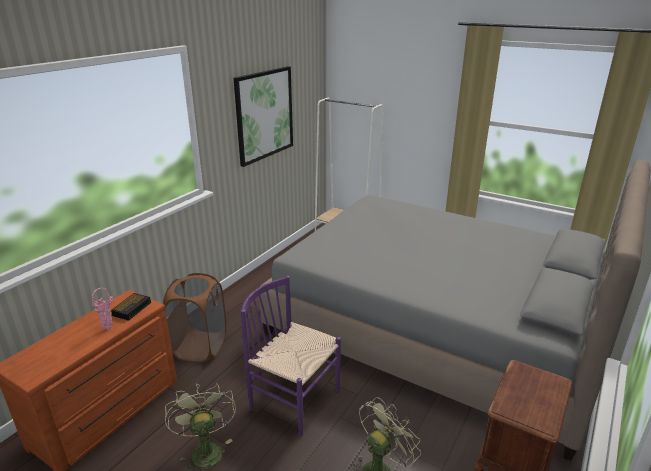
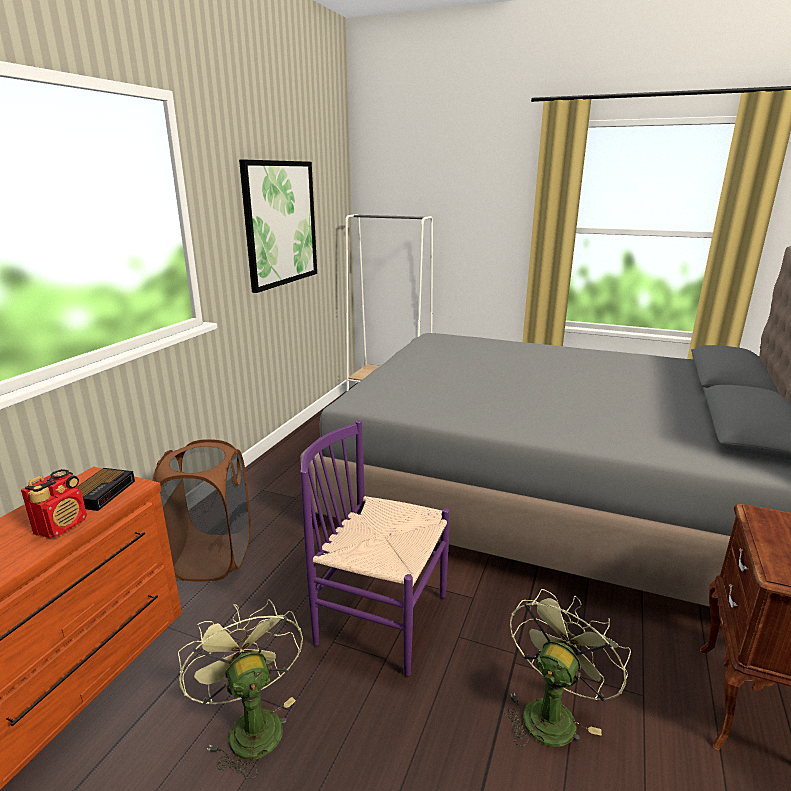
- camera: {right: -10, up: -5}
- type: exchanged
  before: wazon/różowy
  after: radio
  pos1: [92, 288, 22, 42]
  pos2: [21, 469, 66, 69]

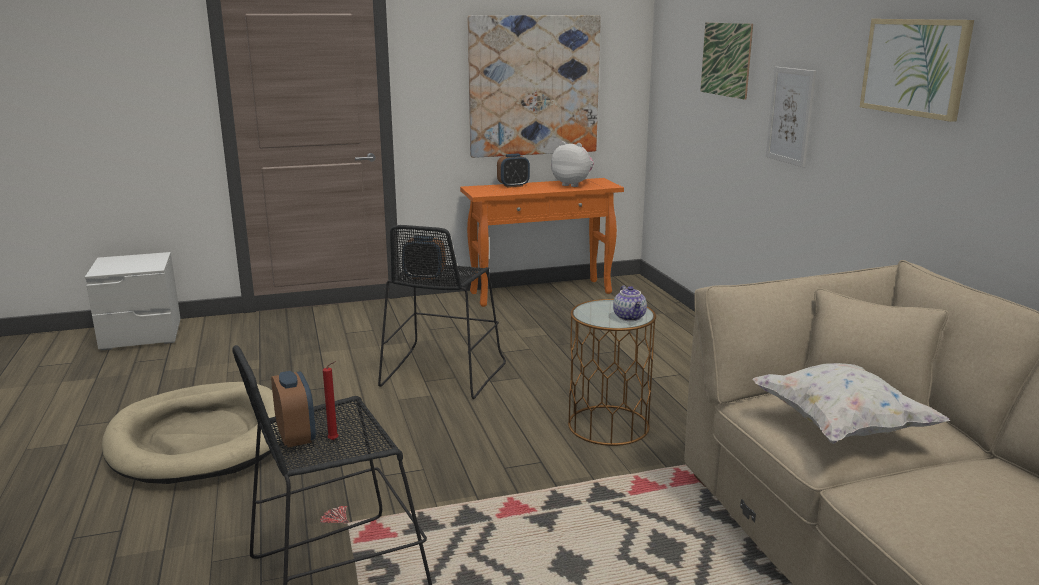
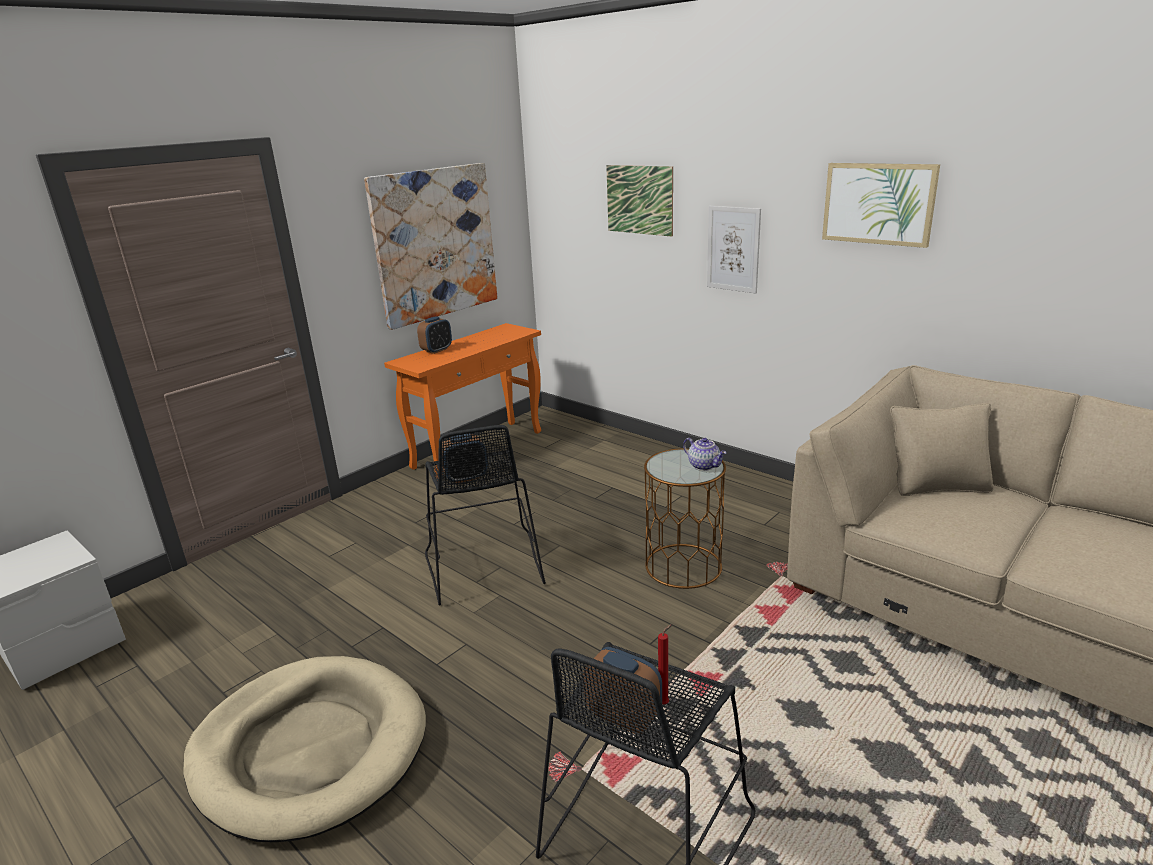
- camera: {right: -30, up: 5}
- type: missing
  before: pluszak
  pos1: [551, 141, 43, 46]
- type: missing
  before: poduszka/biały
  pos1: [752, 363, 199, 81]

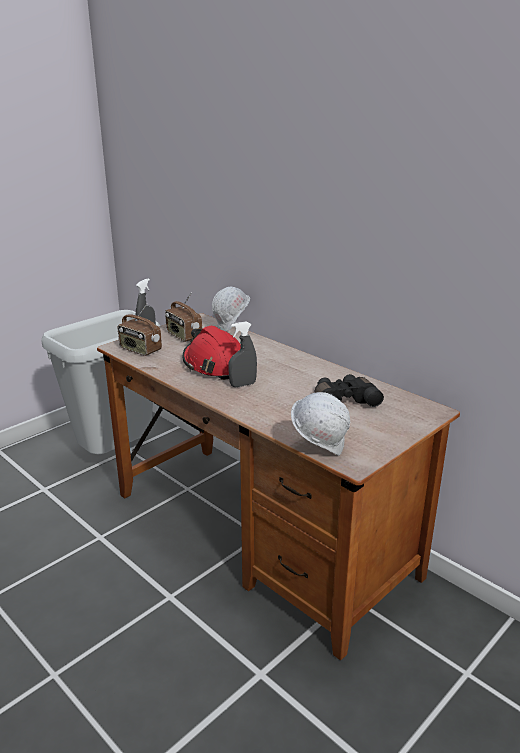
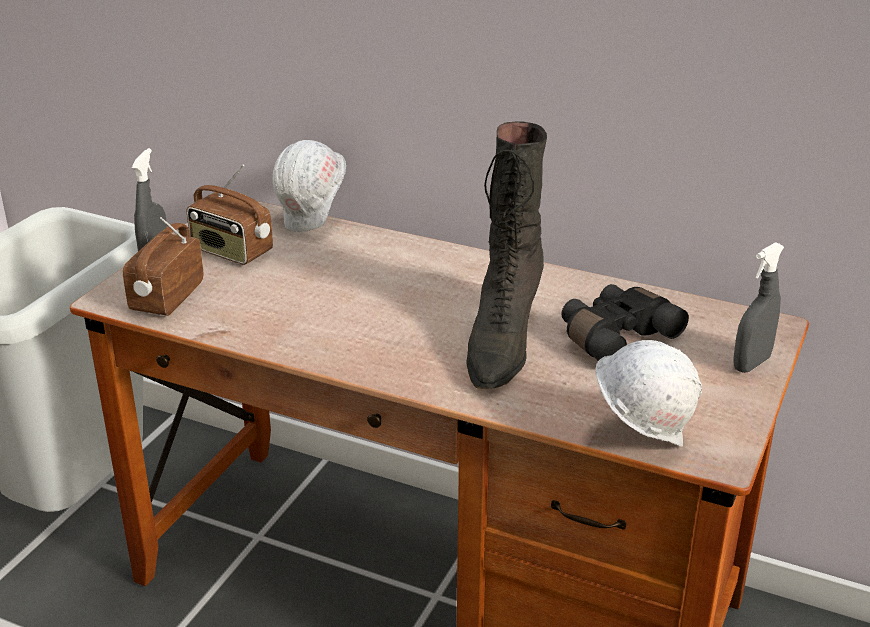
- camera: {right: -20, up: 5}
- type: spun
  before: radio
  pos1: [118, 304, 44, 52]
  pos2: [123, 217, 80, 99]
  turn: 90
- type: relocated
  before: spryskiwacz/szary
  pos1: [228, 321, 29, 66]
  pos2: [733, 242, 51, 131]
- type: missing
  before: kask/czerwony
  pos1: [182, 326, 59, 54]
- type: appeared
  after: but z cholewką/czarny
  pos2: [466, 121, 81, 268]

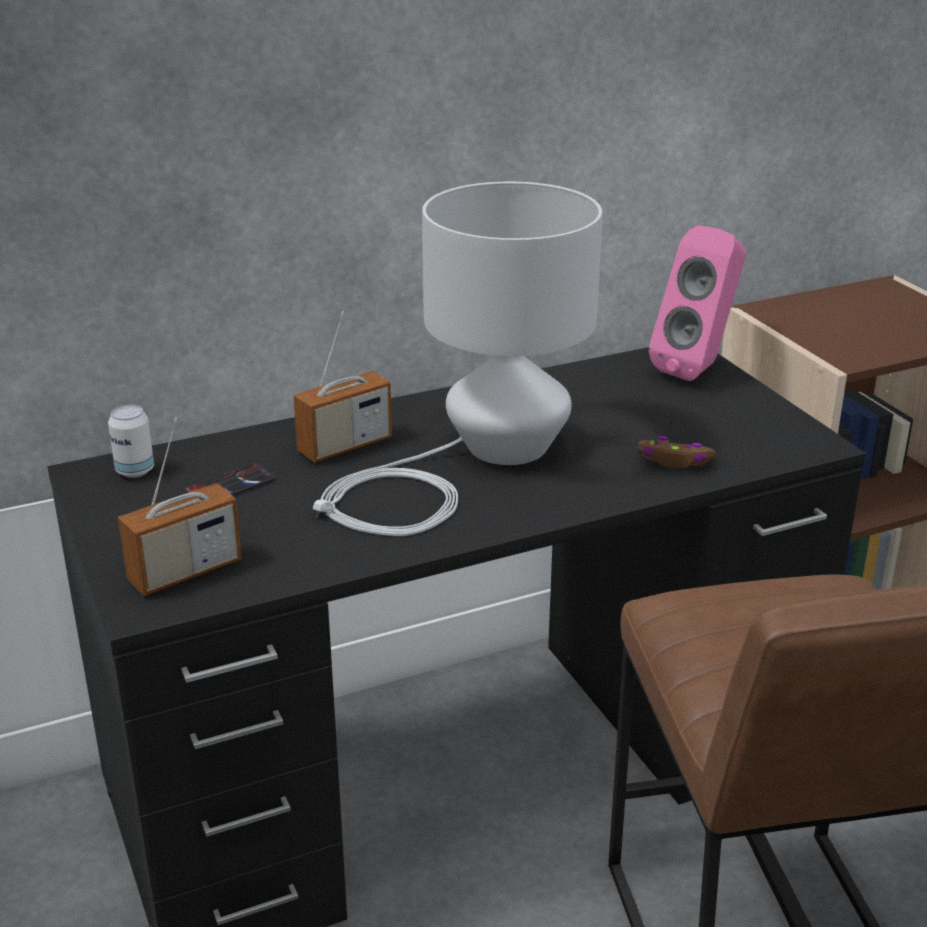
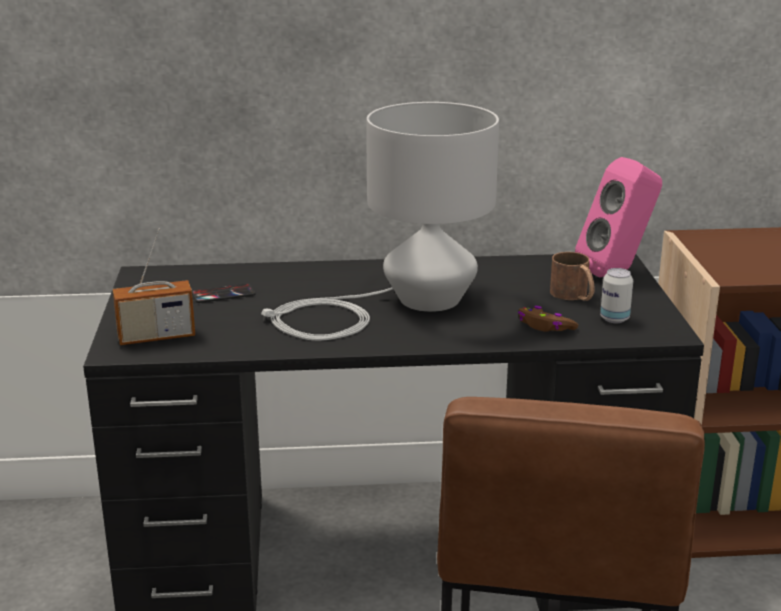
- camera: {right: 20, up: -5}
- type: missing
  before: radio
  pos1: [293, 311, 99, 152]
- type: relocated
  before: puszka
  pos1: [108, 405, 46, 73]
  pos2: [600, 268, 33, 55]
- type: appeared
  after: kubek/brązowy
  pos2: [550, 252, 45, 49]

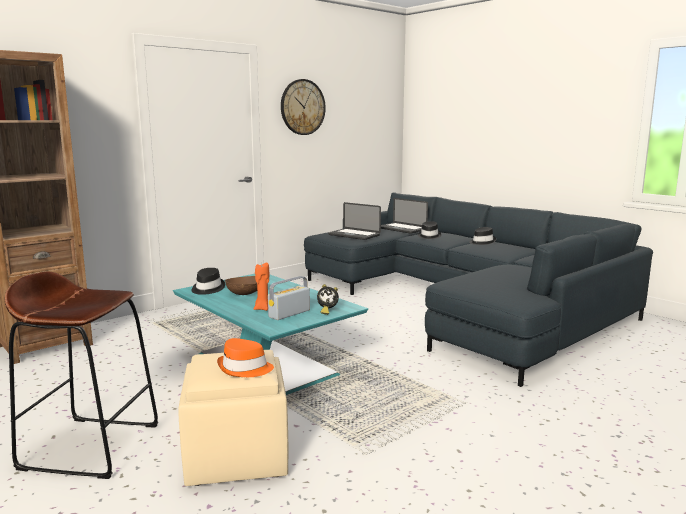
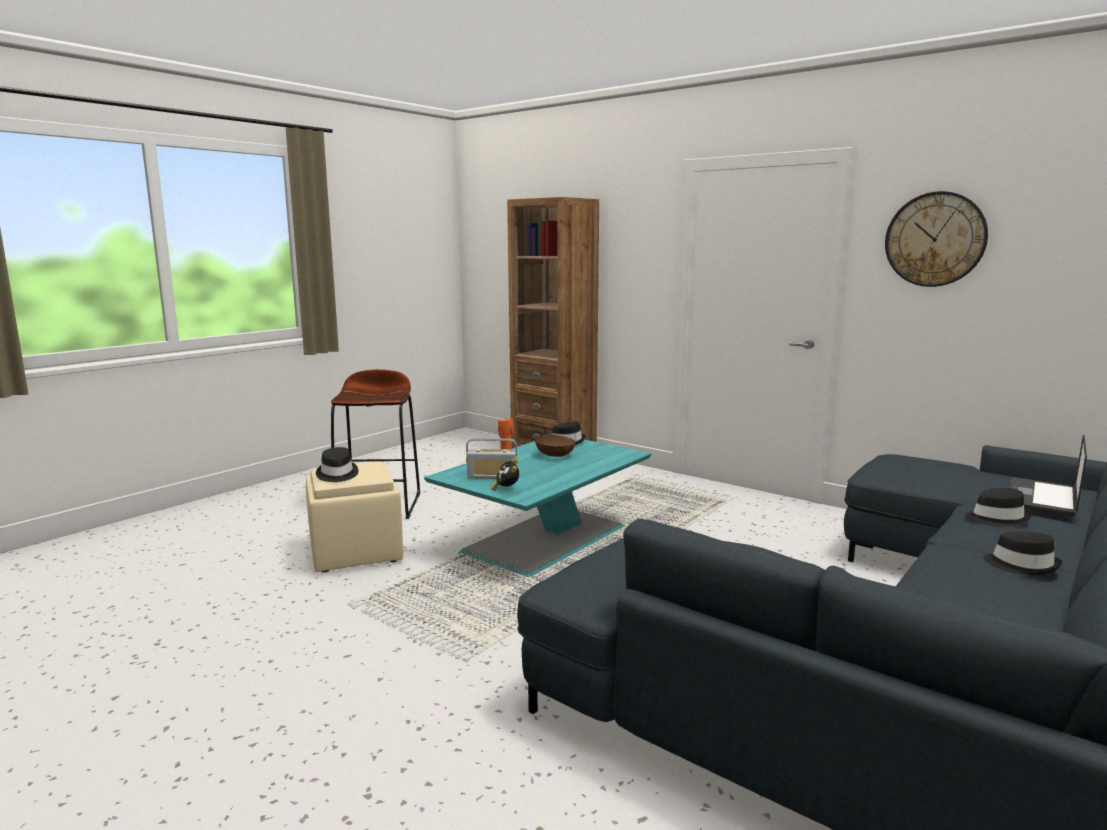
- camera: {right: 80, up: 0}
- type: missing
  before: laptop
  pos1: [328, 202, 53, 38]
- type: spun
  before: radio
  pos1: [268, 276, 42, 44]
  pos2: [466, 438, 52, 41]
  turn: 150
- type: colour
  before: kapelusz/pomarańczowy
  after: kapelusz/czarny
  pos1: [217, 338, 57, 39]
  pos2: [316, 447, 42, 35]

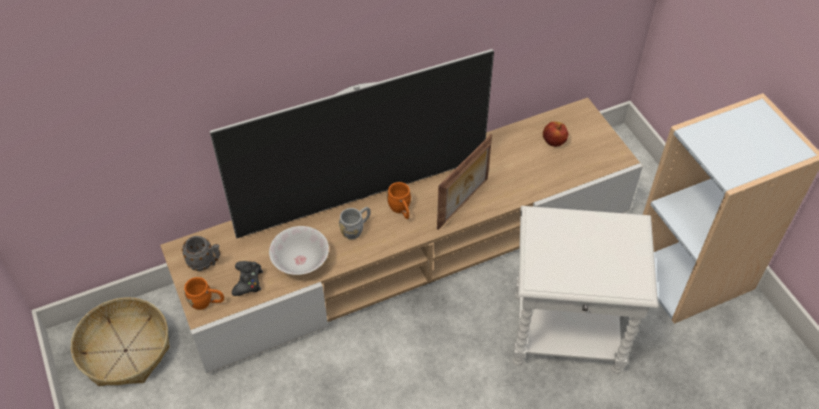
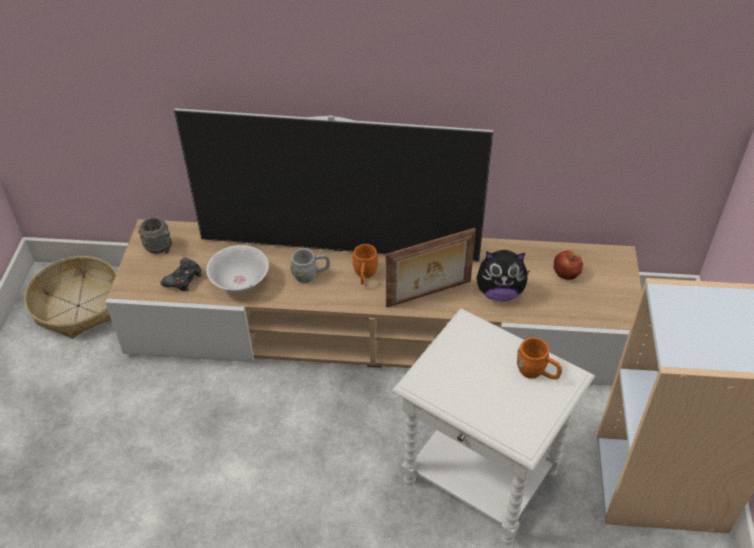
- camera: {right: 30, up: -5}
- type: relocated
  before: kubek/pomarańczowy
  pos1: [184, 277, 40, 33]
  pos2: [517, 337, 45, 42]
- type: appeared
  after: pluszak
  pos2: [476, 250, 54, 51]

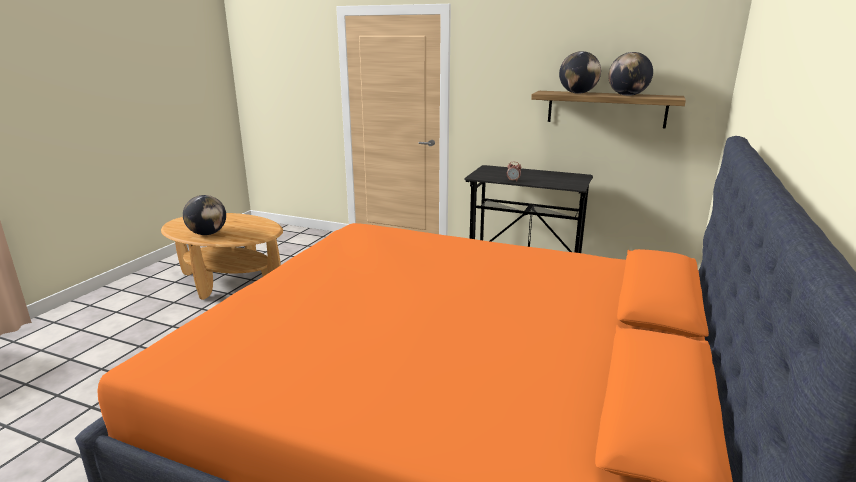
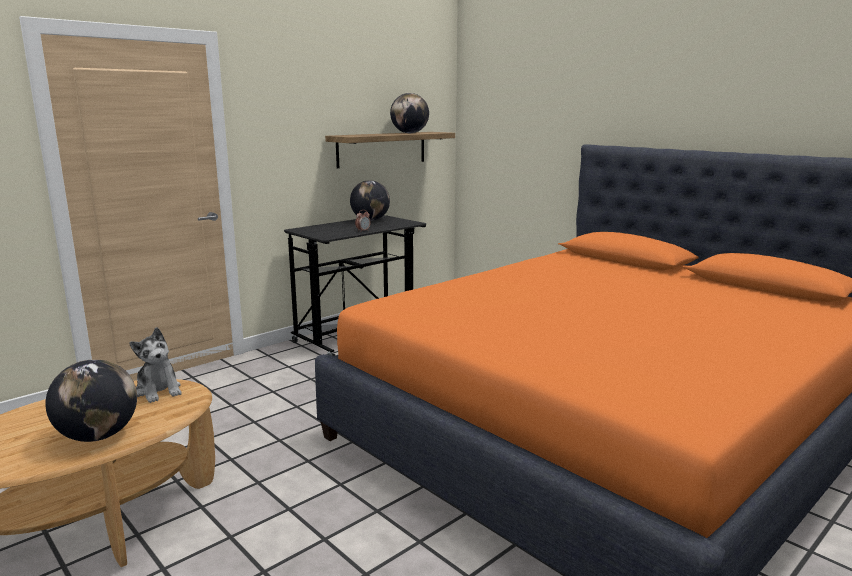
- camera: {right: -65, up: -5}
- type: relocated
  before: globus
  pos1: [559, 51, 42, 43]
  pos2: [350, 180, 40, 41]
- type: appeared
  after: pluszak
  pos2: [129, 327, 53, 76]

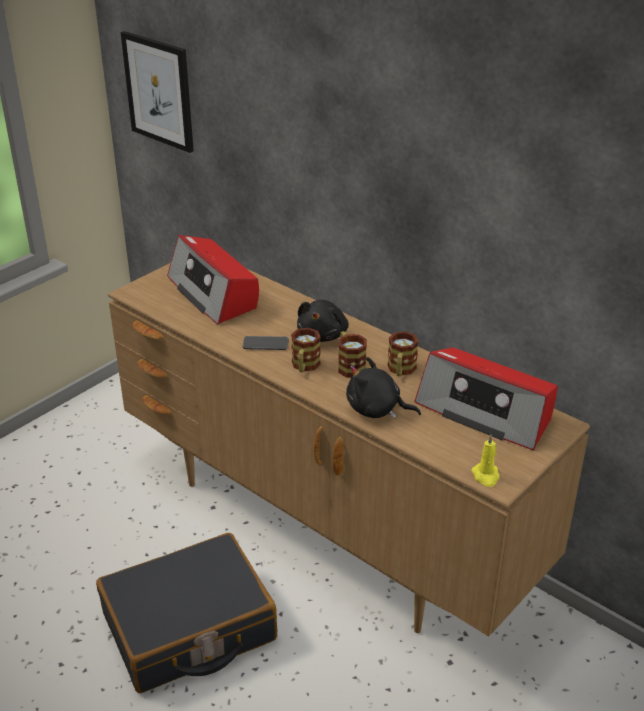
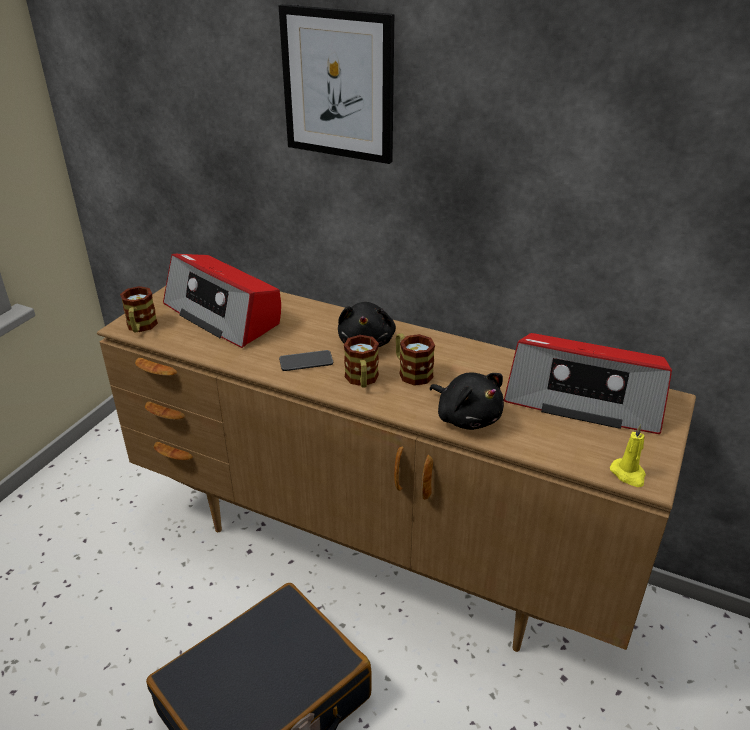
- camera: {right: -15, up: 0}
- type: relocated
  before: obraz
  pos1: [121, 31, 73, 122]
  pos2: [278, 4, 116, 160]
- type: relocated
  before: kubek
  pos1: [387, 331, 32, 45]
  pos2: [120, 286, 38, 47]
- type: spun
  before: pluszak/czarny
  pos1: [346, 357, 75, 62]
  pos2: [430, 372, 74, 58]
  turn: -135

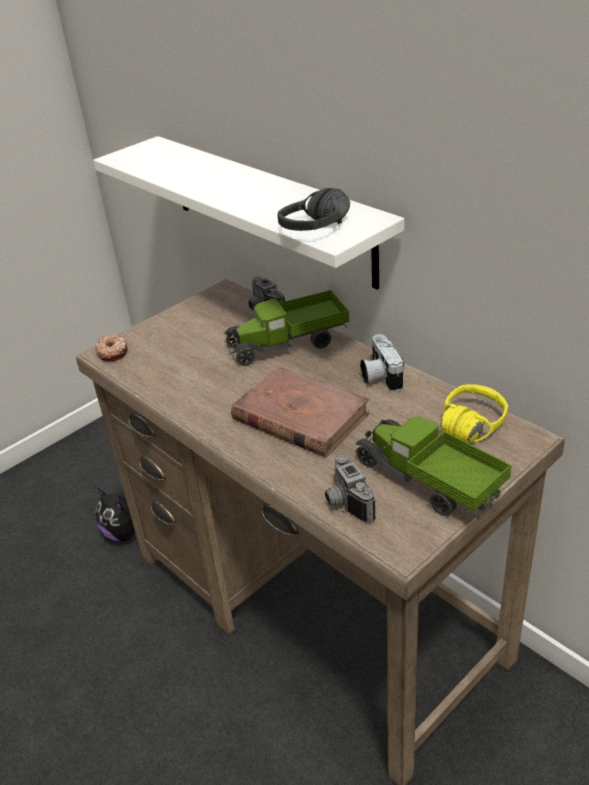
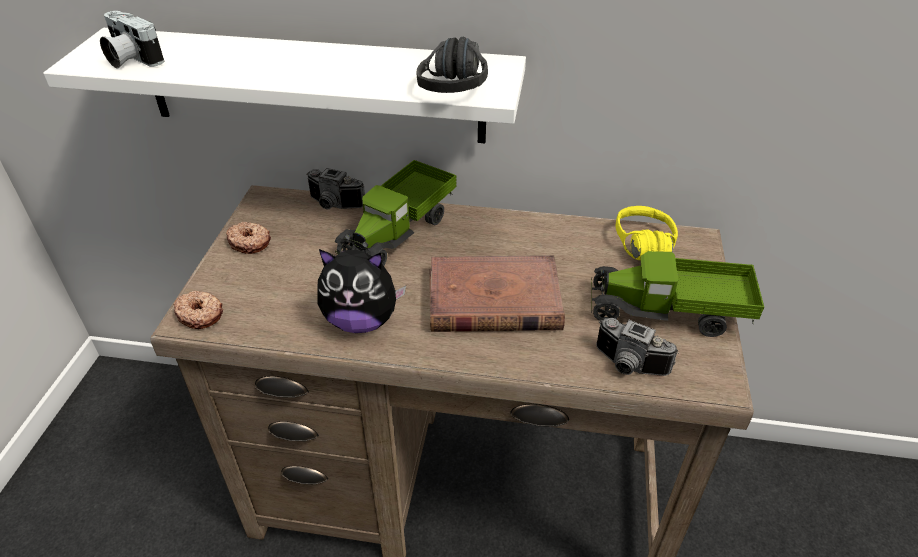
- camera: {right: -40, up: 5}
- type: relocated
  before: aparat fotograficzny
  pos1: [360, 334, 44, 58]
  pos2: [100, 11, 64, 58]
- type: relocated
  before: pluszak
  pos1: [95, 488, 40, 54]
  pos2: [317, 249, 89, 84]
- type: appeared
  after: donut
  pos2: [226, 222, 45, 32]

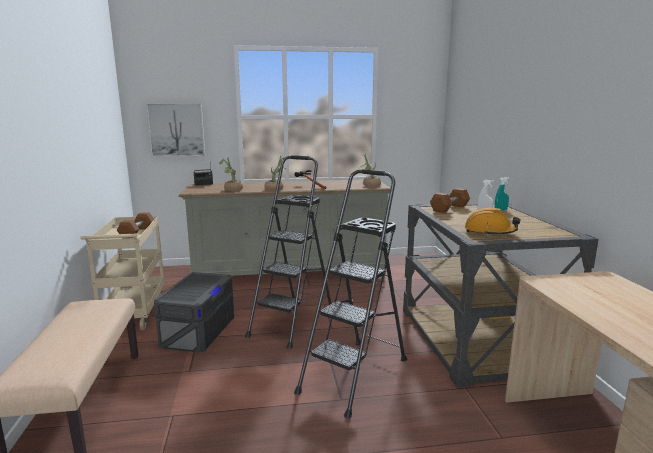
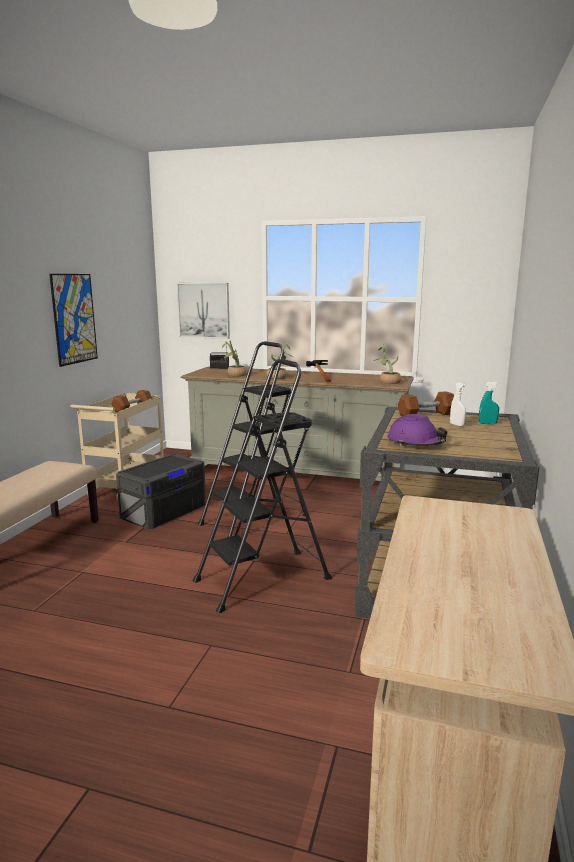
- camera: {right: 25, up: 0}
- type: colour
  before: kask/pomarańczowy
  after: kask/fioletowy
  pos1: [465, 208, 56, 28]
  pos2: [387, 414, 60, 32]
- type: appeared
  after: obraz
  pos2: [49, 274, 49, 93]

